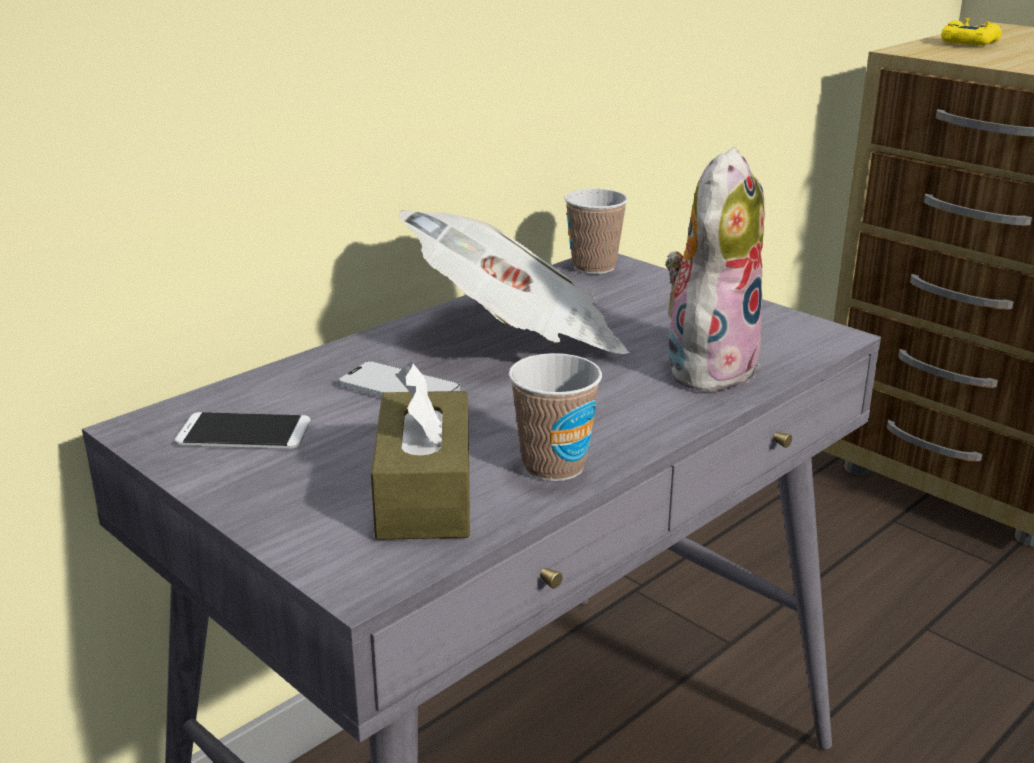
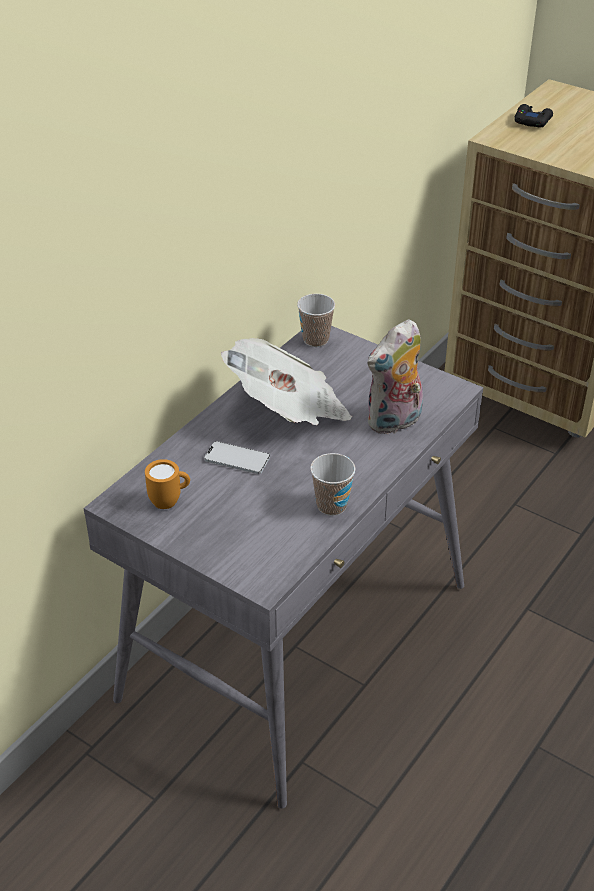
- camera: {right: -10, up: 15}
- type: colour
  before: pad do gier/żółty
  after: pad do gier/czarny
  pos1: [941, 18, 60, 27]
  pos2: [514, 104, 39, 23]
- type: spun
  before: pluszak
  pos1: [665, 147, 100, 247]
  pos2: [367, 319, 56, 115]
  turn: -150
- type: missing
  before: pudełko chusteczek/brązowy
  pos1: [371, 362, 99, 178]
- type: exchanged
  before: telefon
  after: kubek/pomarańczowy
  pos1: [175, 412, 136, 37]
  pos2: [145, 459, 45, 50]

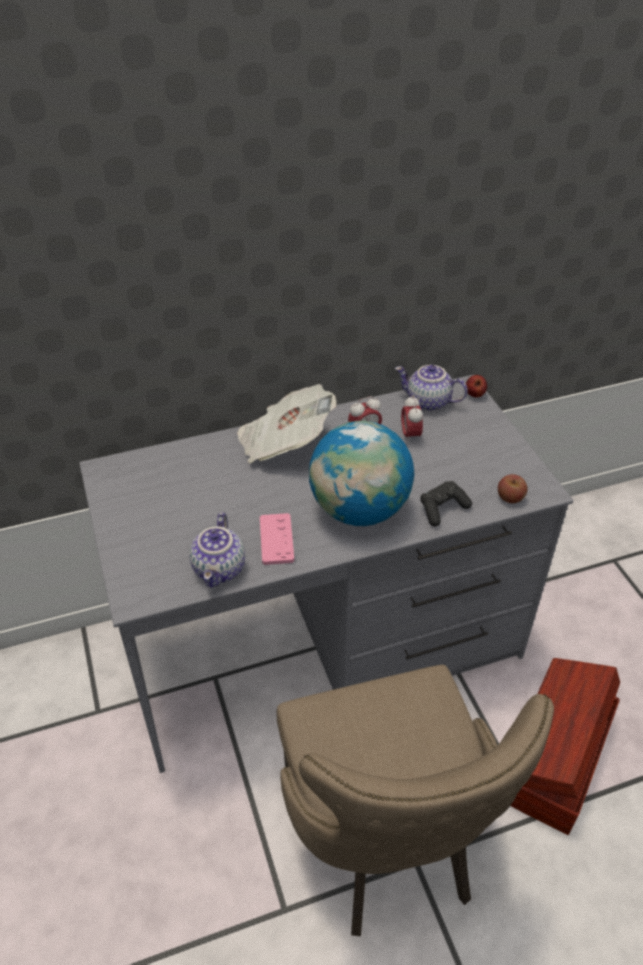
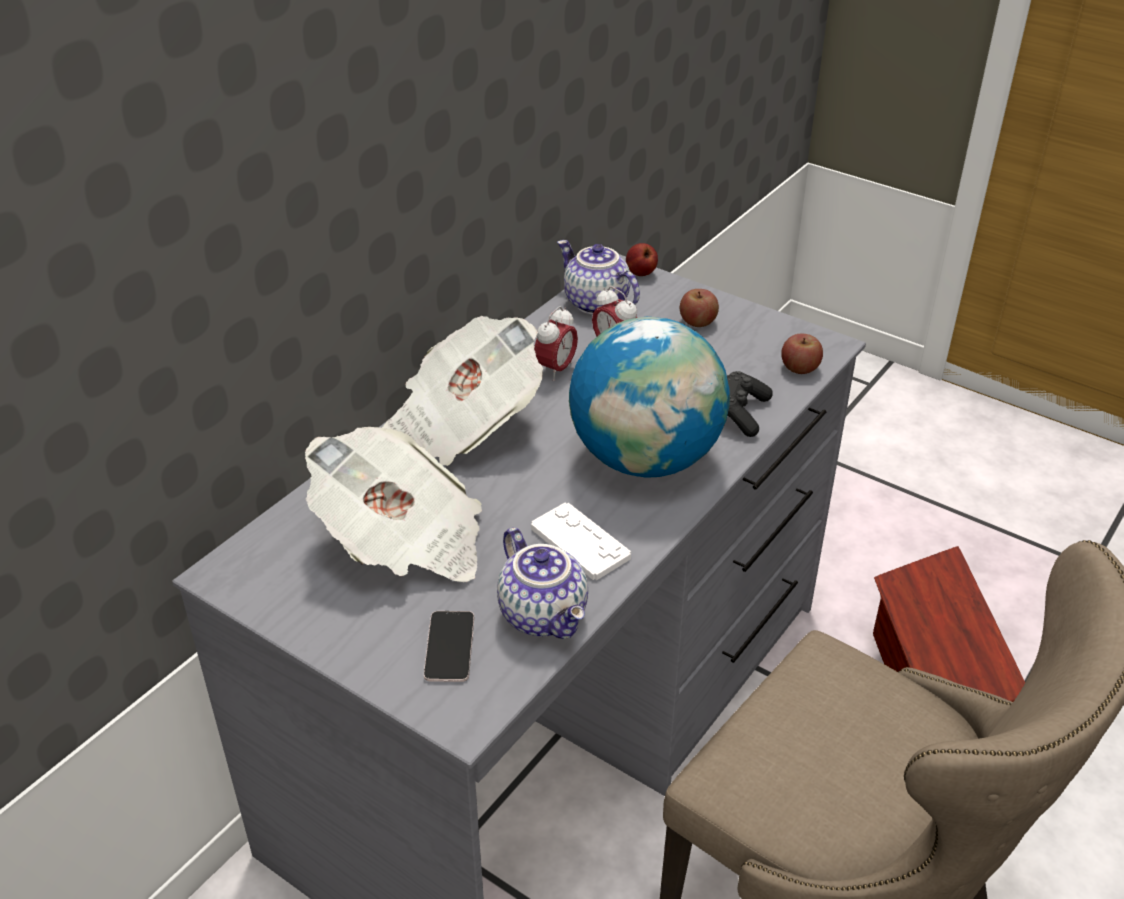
- camera: {right: -35, up: -5}
- type: spun
  before: imbryk
  pos1: [395, 365, 73, 46]
  pos2: [557, 240, 83, 75]
  turn: 60
- type: colour
  before: pad do gier/różowy
  after: pad do gier/biały
  pos1: [260, 513, 34, 52]
  pos2: [531, 503, 100, 77]
- type: appeared
  after: jabłko
  pos2: [680, 289, 39, 38]
- type: appeared
  after: gazeta
  pos2: [305, 427, 177, 155]
- type: appeared
  after: telefon
  pos2: [424, 611, 50, 71]

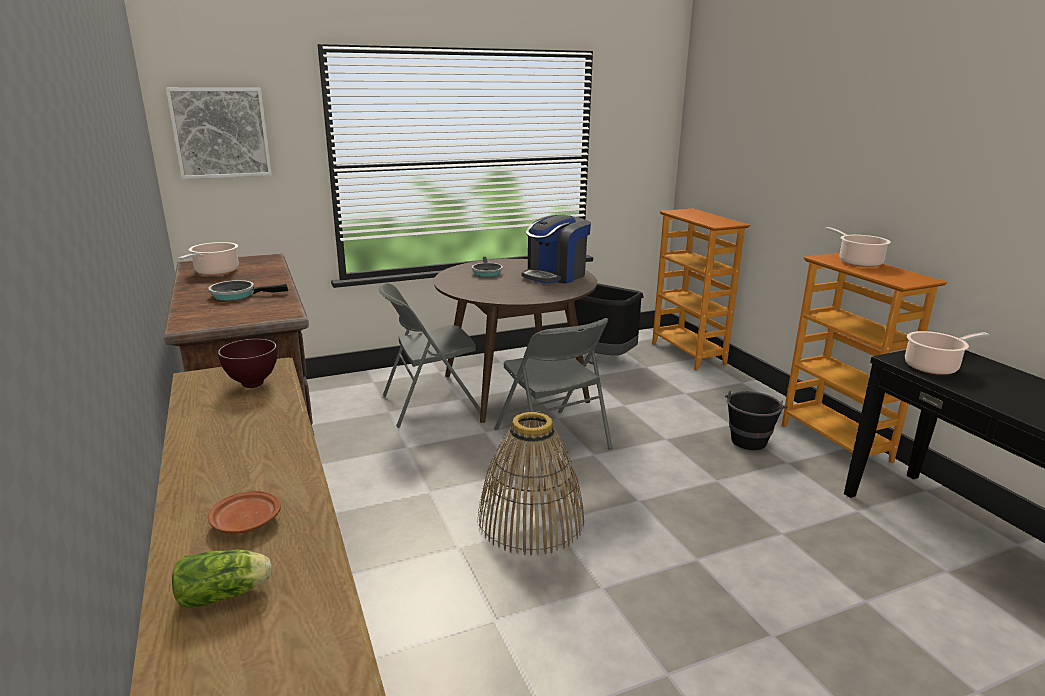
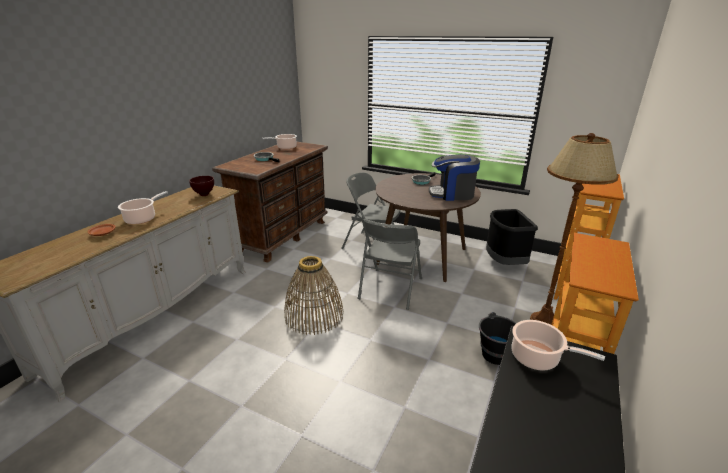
- camera: {right: 50, up: 5}
- type: missing
  before: obraz
  pos1: [166, 88, 106, 91]
- type: relocated
  before: garnek
  pos1: [825, 227, 66, 40]
  pos2: [118, 191, 50, 33]
- type: missing
  before: sałata
  pos1: [172, 549, 100, 59]
- type: appeared
  after: lampa stojąca/brązowy
  pos2: [530, 133, 89, 192]

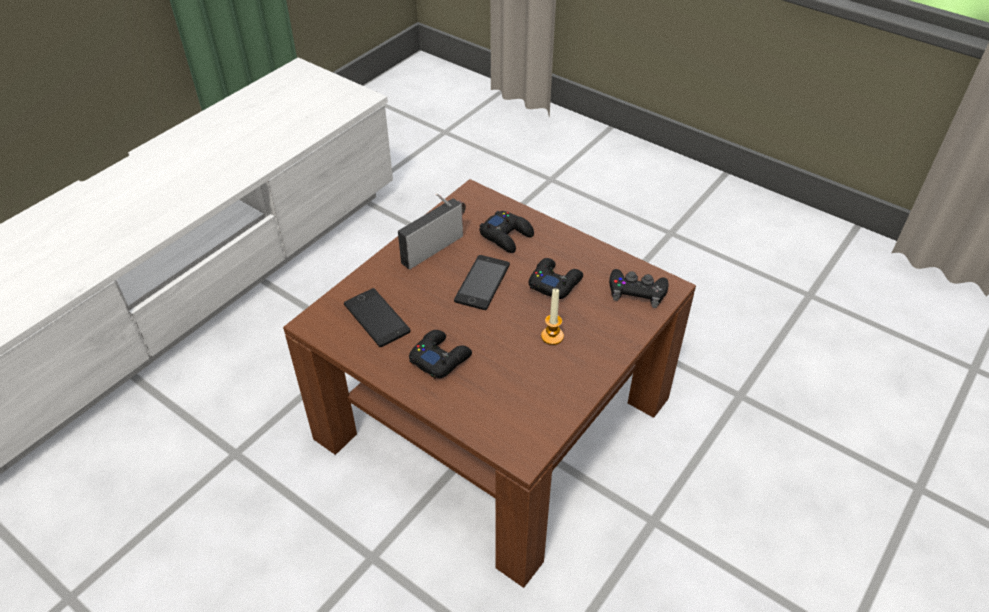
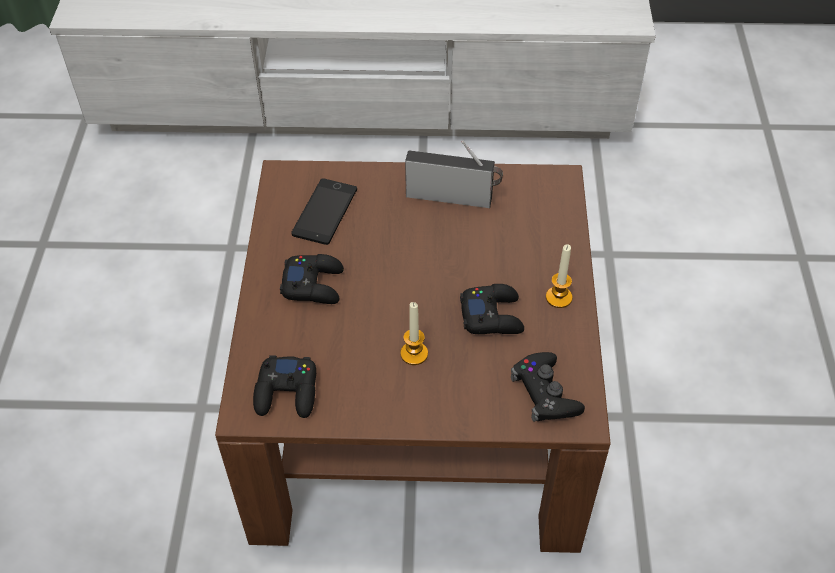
- camera: {right: 55, up: 5}
- type: relocated
  before: pad do gier/czarny
  pos1: [479, 211, 55, 42]
  pos2: [253, 355, 63, 63]
- type: missing
  before: telefon
  pos1: [454, 255, 56, 55]
- type: appeared
  after: świeca
  pos2: [546, 244, 27, 64]

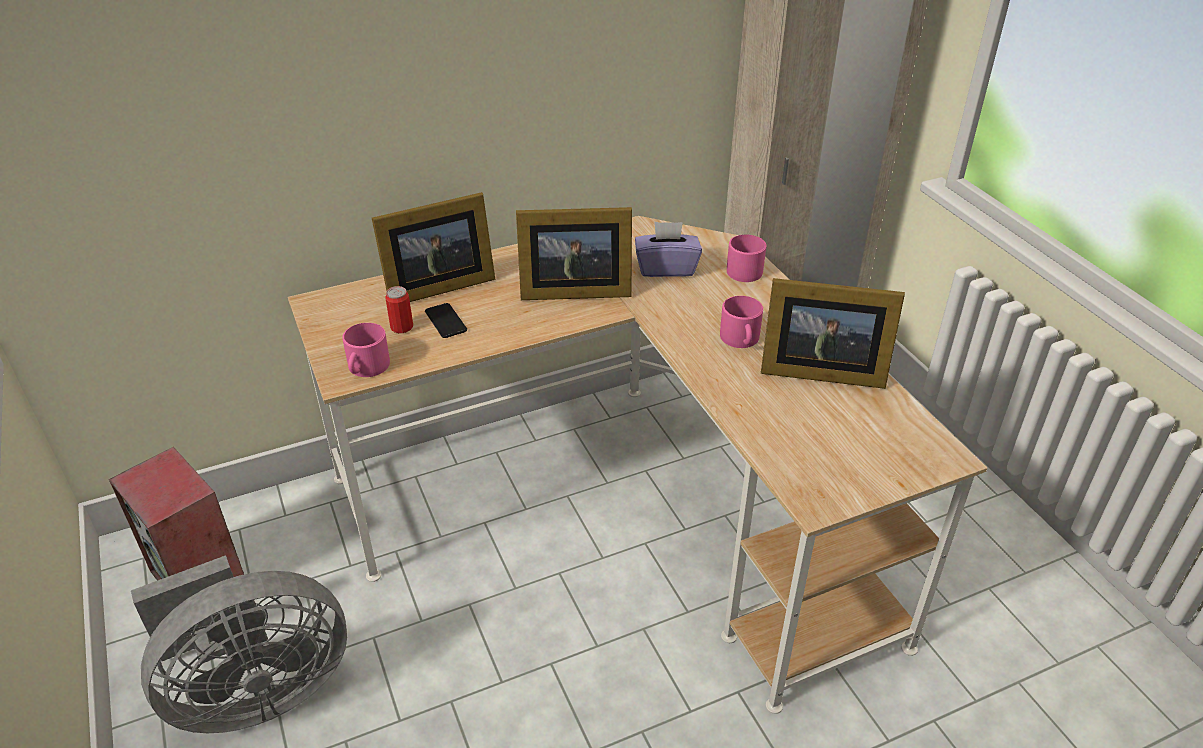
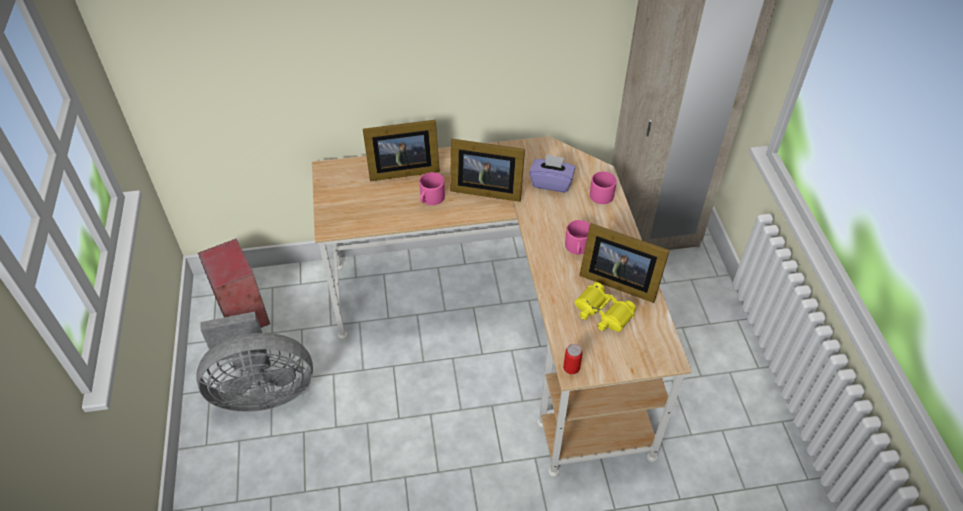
- camera: {right: 15, up: 10}
- type: relocated
  before: puszka
  pos1: [385, 286, 28, 47]
  pos2: [563, 344, 20, 30]
- type: missing
  before: telefon
  pos1: [425, 303, 42, 35]
- type: relocated
  before: kubek/różowy
  pos1: [342, 323, 48, 54]
  pos2: [419, 172, 26, 33]
- type: appeared
  after: lornetka/żółty
  pos2: [575, 282, 61, 50]

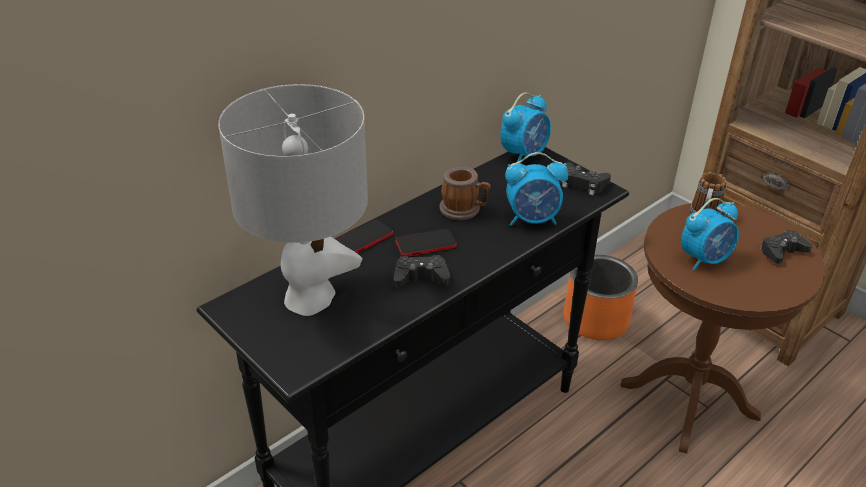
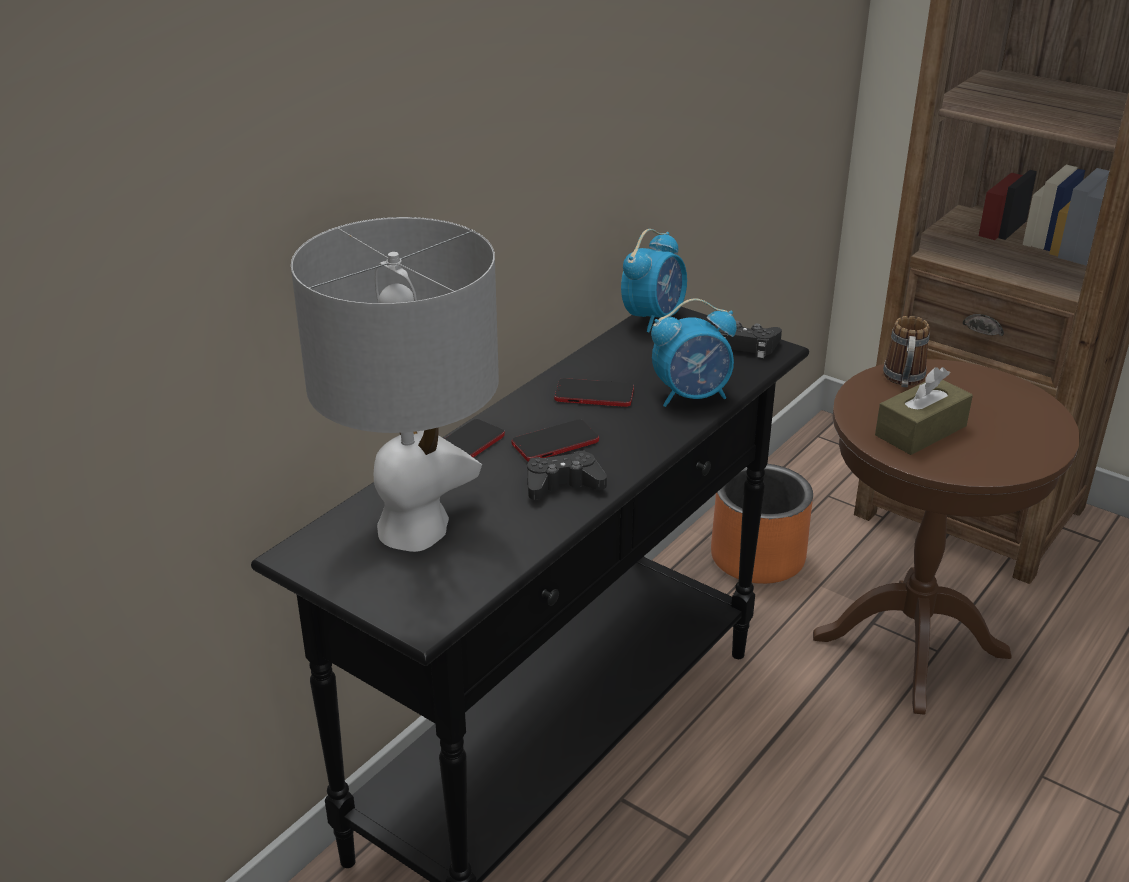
- camera: {right: -10, up: -5}
- type: exchanged
  before: kubek
  after: telefon
  pos1: [439, 167, 52, 53]
  pos2: [554, 378, 80, 29]
- type: exchanged
  before: budzik
  after: pudełko chusteczek/brązowy
  pos1: [681, 198, 58, 73]
  pos2: [875, 367, 98, 88]
- type: missing
  before: pad do gier/czarny
  pos1: [760, 230, 53, 34]

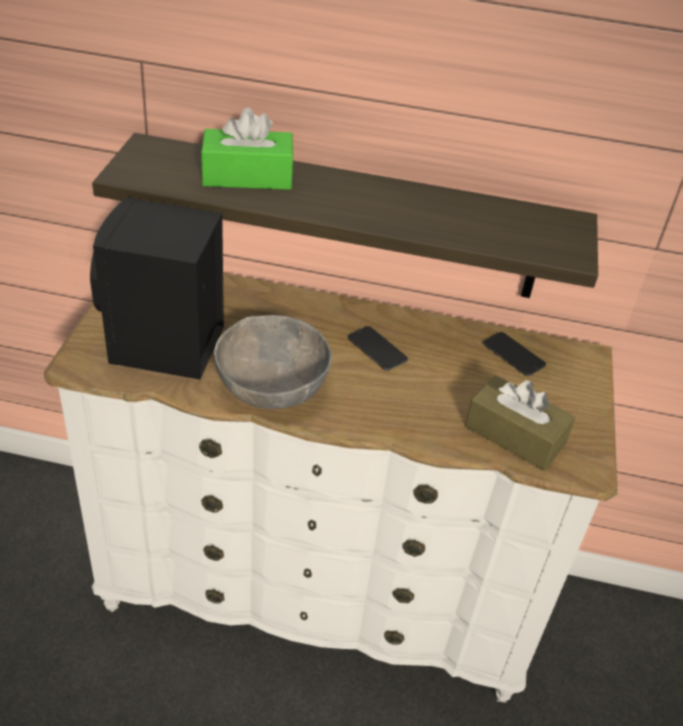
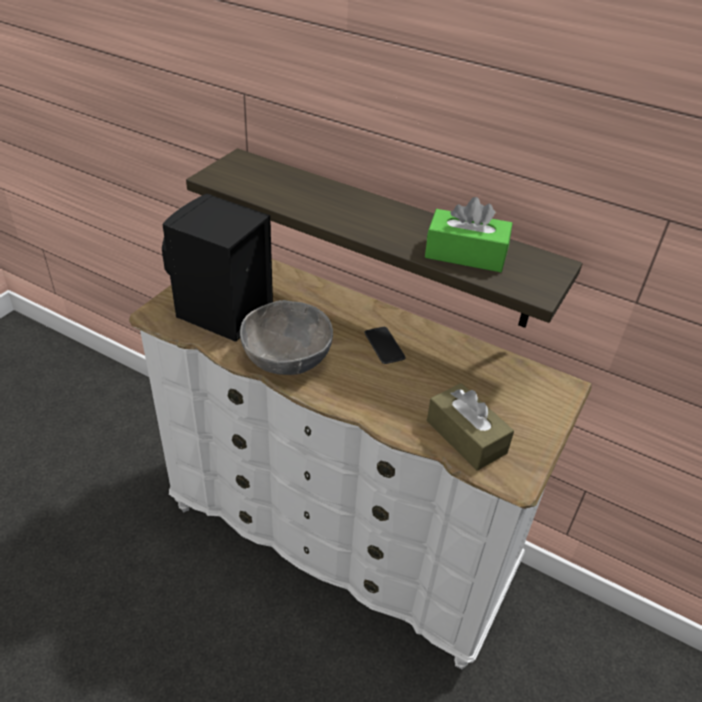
- camera: {right: 20, up: 0}
- type: relocated
  before: pudełko chusteczek/zielony
  pos1: [201, 108, 93, 82]
  pos2: [425, 197, 88, 75]
- type: missing
  before: telefon
  pos1: [483, 332, 63, 44]

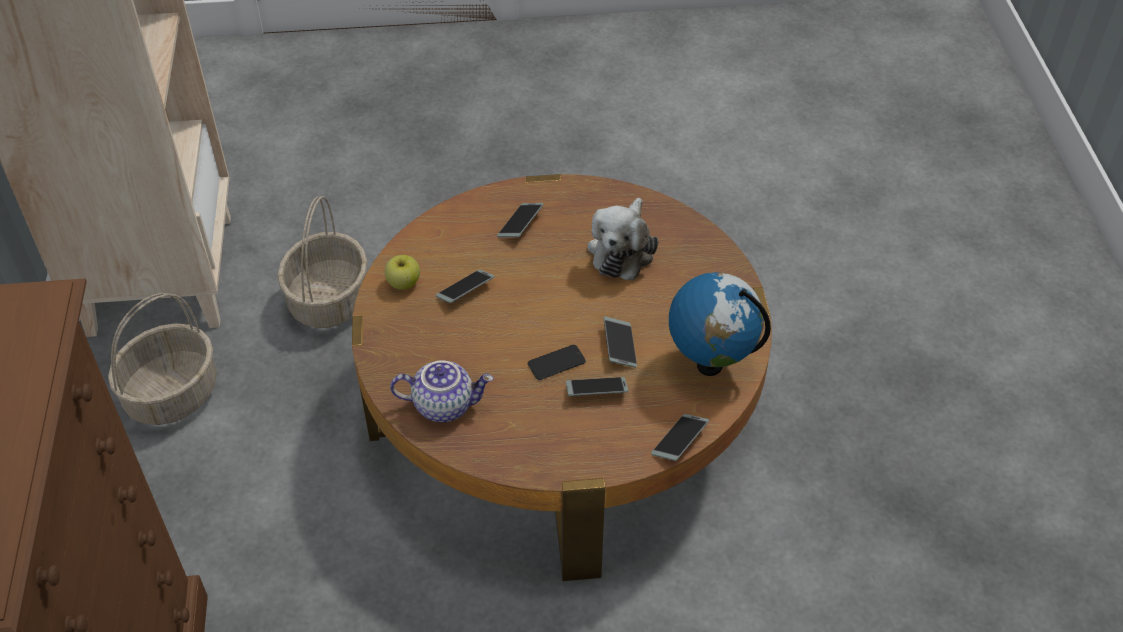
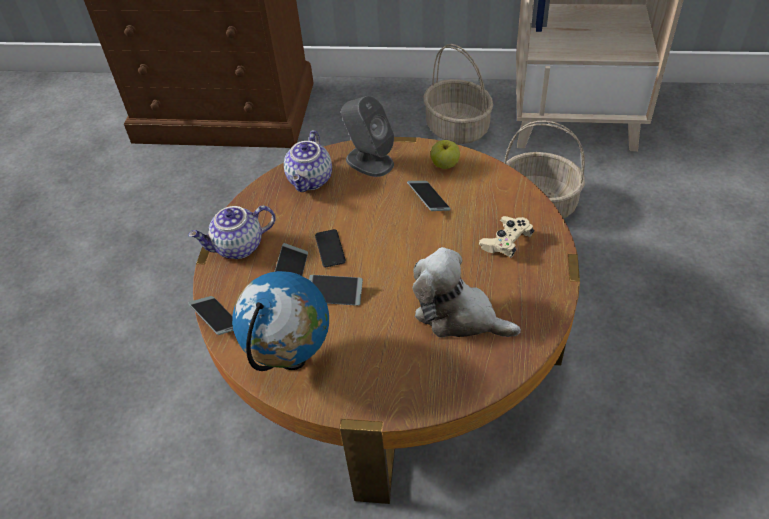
- camera: {right: 105, up: 0}
- type: exchanged
  before: telefon
  after: pad do gier/beżowy
  pos1: [497, 203, 47, 34]
  pos2: [479, 216, 55, 42]
- type: appeared
  after: głośnik/szary
  pos2: [341, 96, 53, 81]
- type: appeared
  after: imbryk
  pos2: [188, 205, 88, 54]

